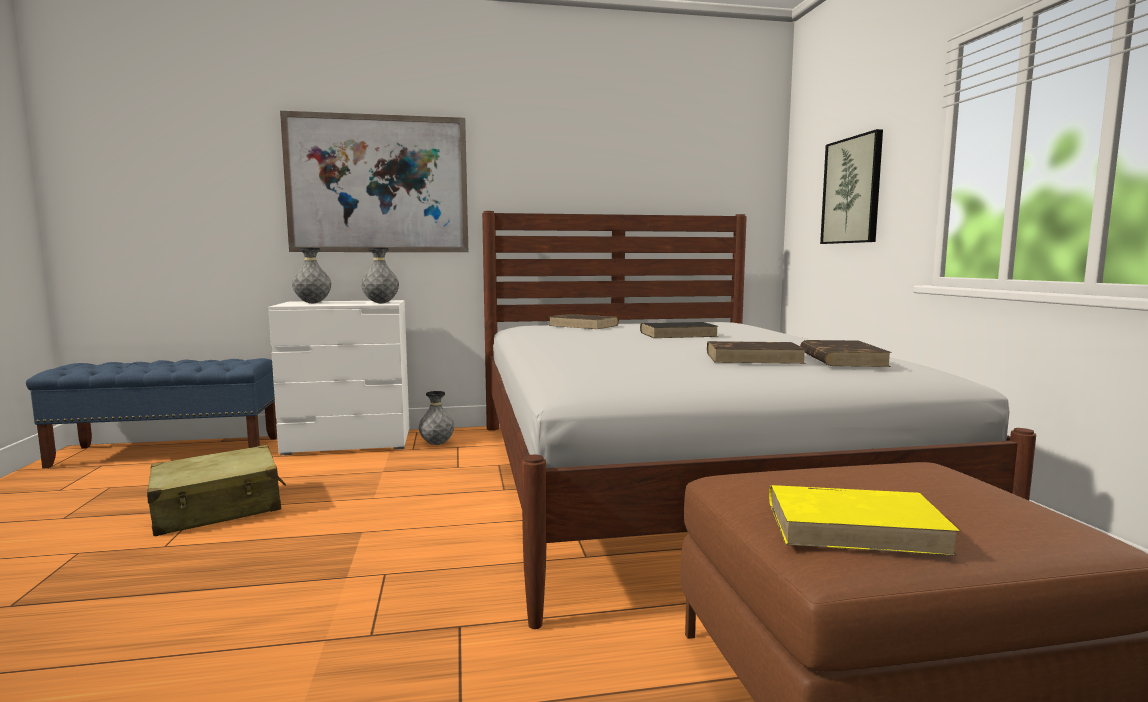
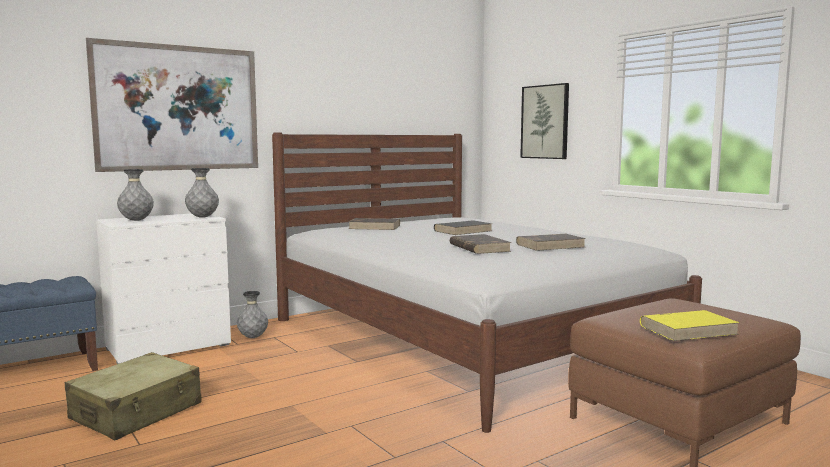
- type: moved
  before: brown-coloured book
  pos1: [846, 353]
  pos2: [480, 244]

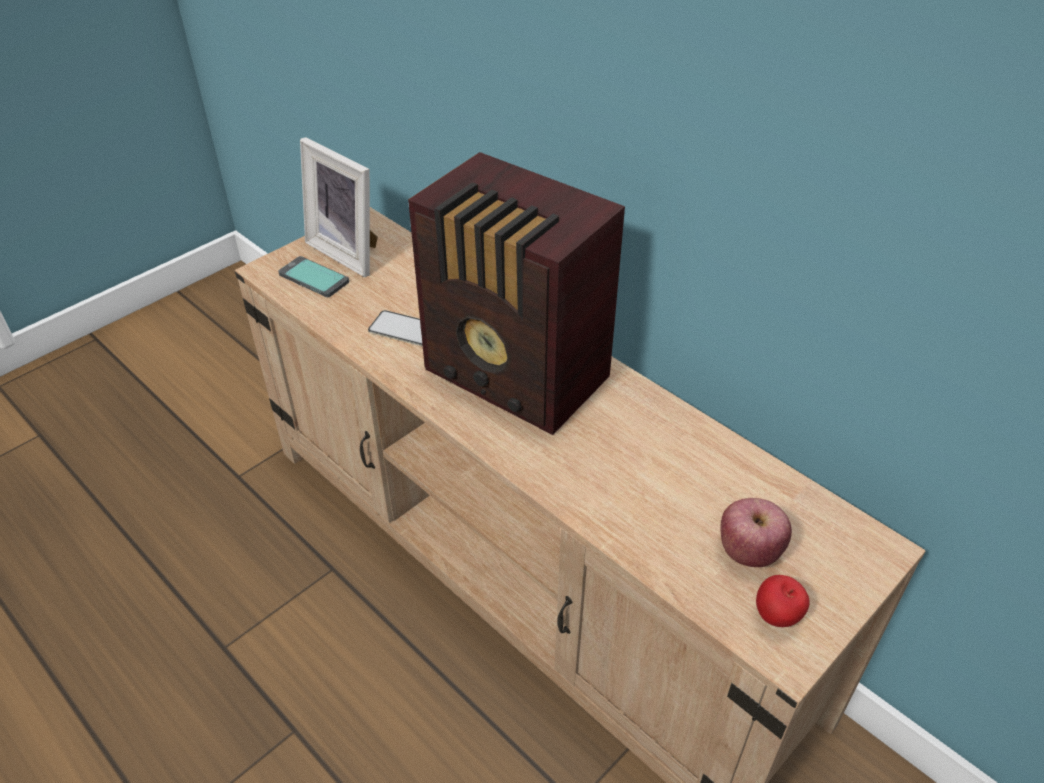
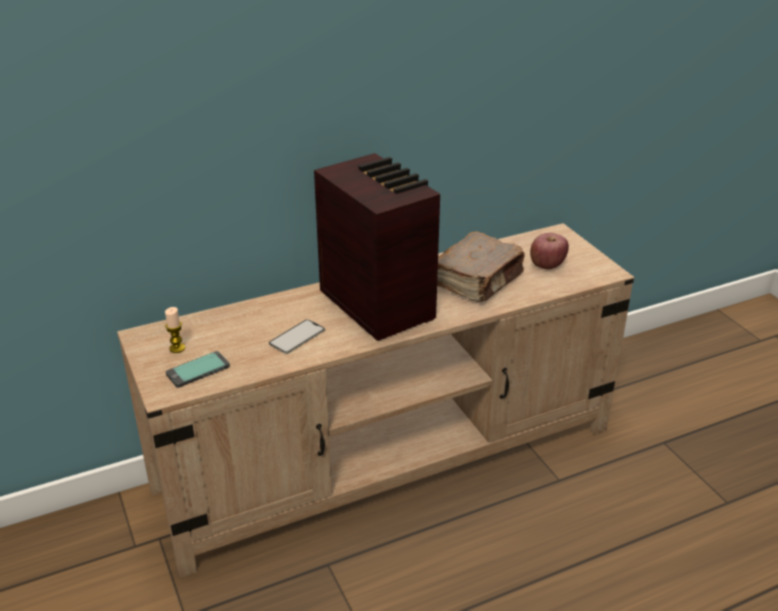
- type: removed
  before: apple
  pos1: [782, 601]
- type: added
  after: brown-coloured book
  pos2: [480, 266]
- type: replaced
  before: standing frame
  after: candle
  pos1: [339, 207]
  pos2: [175, 330]
- type: turned
  before: radio
  pos1: [516, 293]
  pos2: [377, 247]
  turn: -90

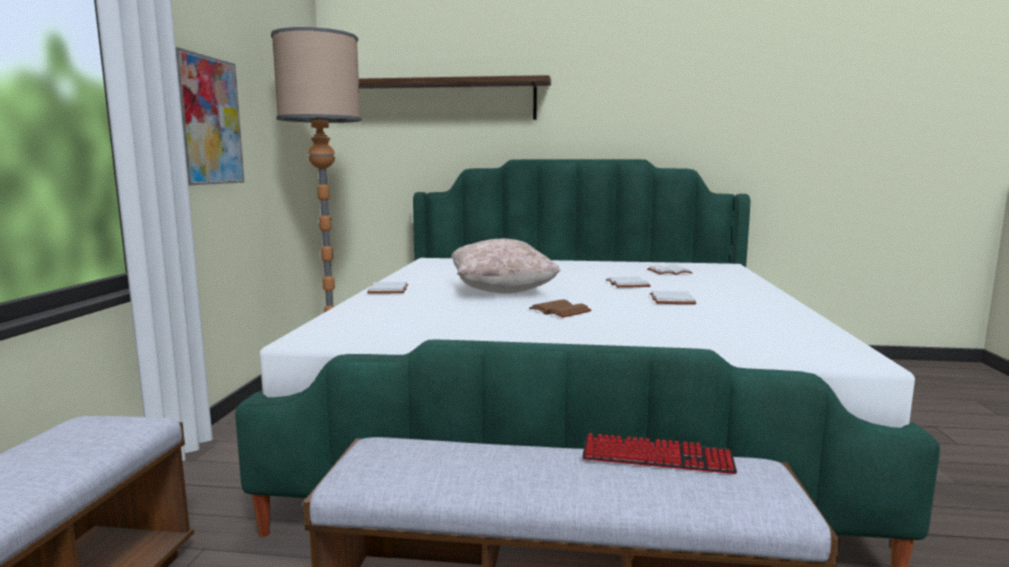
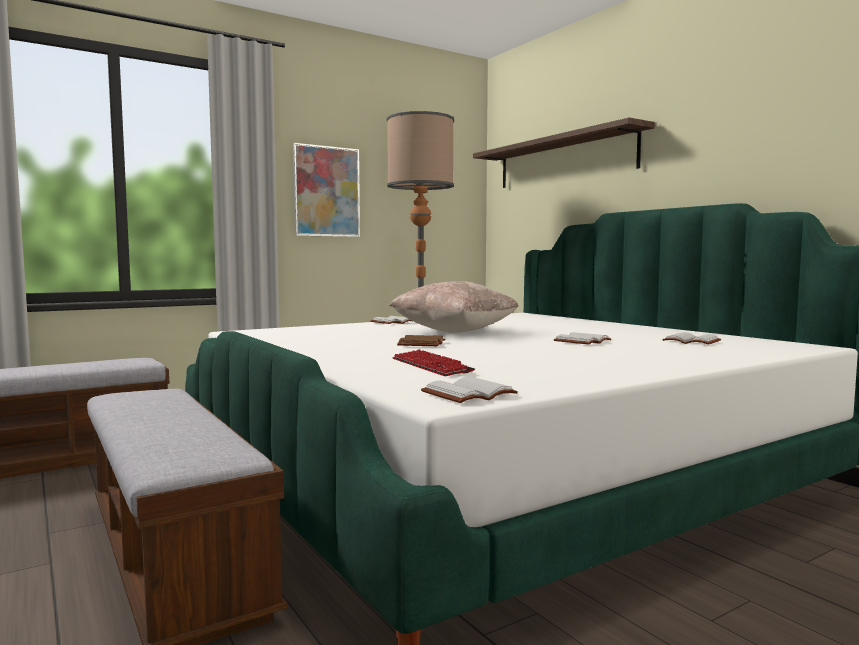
- type: moved
  before: keyboard
  pos1: [659, 453]
  pos2: [434, 362]
- type: moved
  before: white book
  pos1: [673, 297]
  pos2: [469, 390]

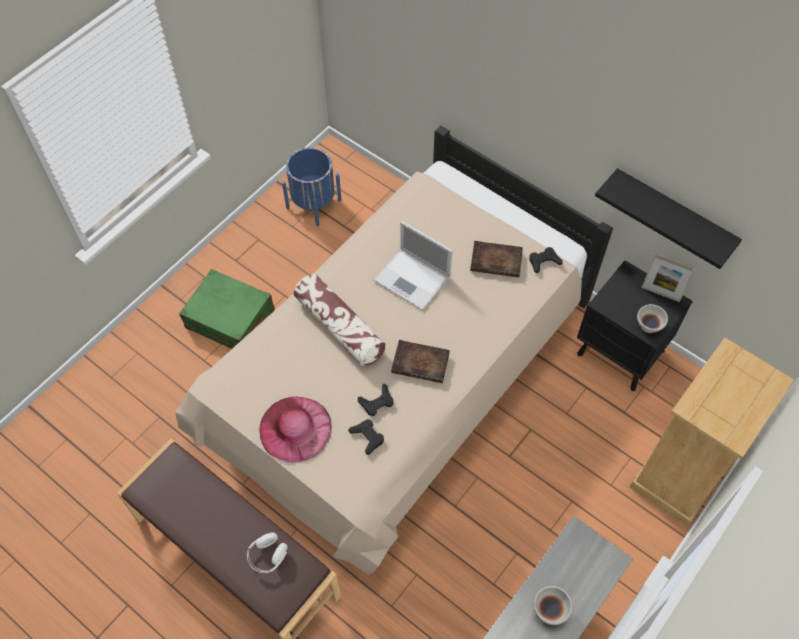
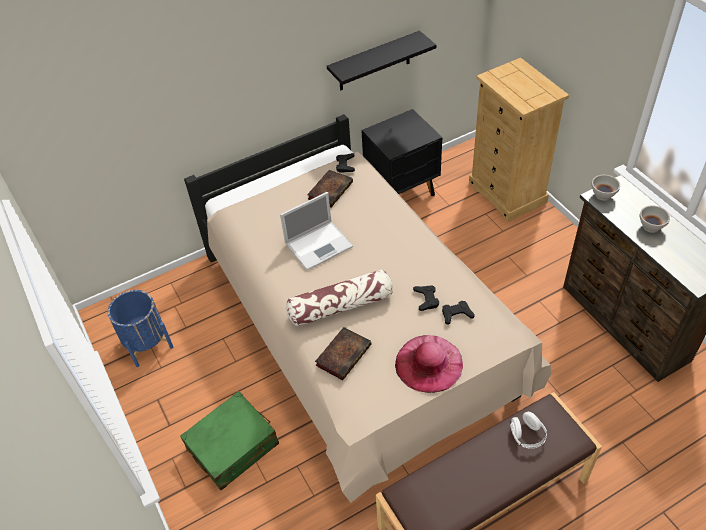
- type: removed
  before: standing frame
  pos1: [668, 278]
- type: moved
  before: book
  pos1: [420, 361]
  pos2: [343, 353]
- type: moved
  before: white deep dish
  pos1: [652, 318]
  pos2: [605, 188]

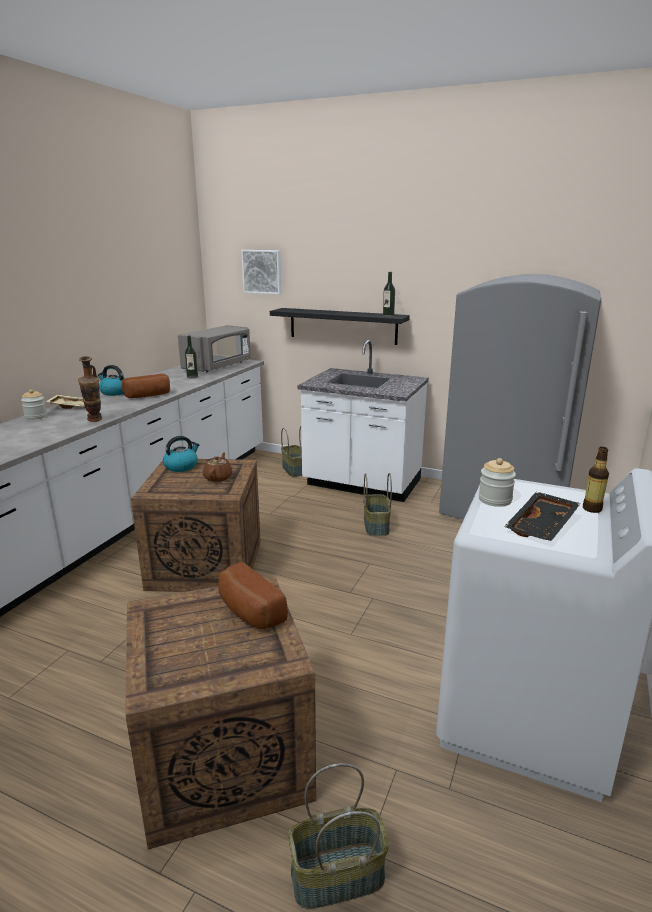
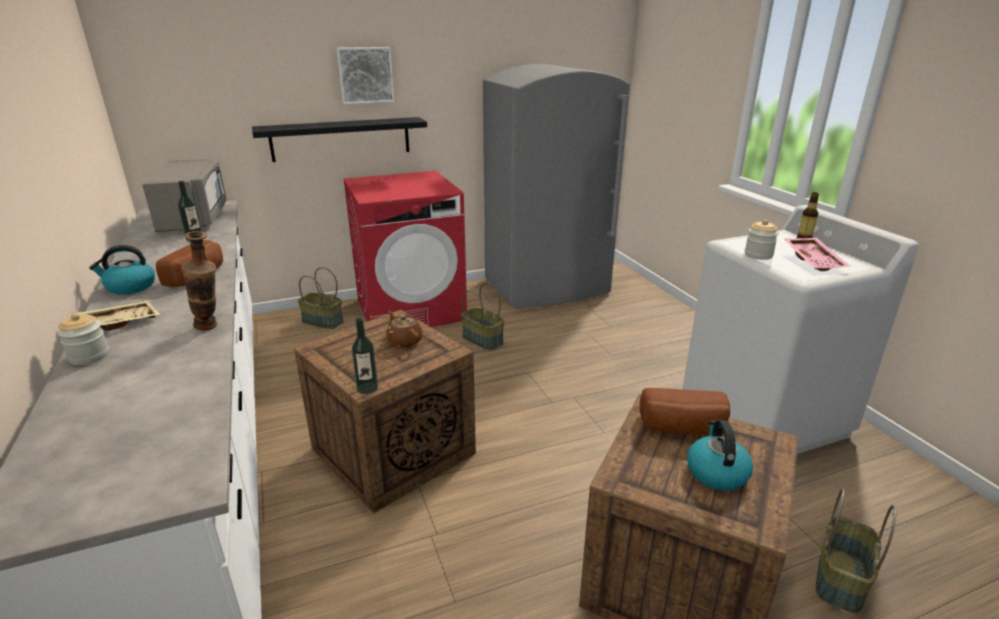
- type: moved
  before: tea kettle
  pos1: [181, 454]
  pos2: [720, 455]
- type: moved
  before: wall picture
  pos1: [261, 272]
  pos2: [365, 75]
- type: moved
  before: bottle
  pos1: [389, 294]
  pos2: [365, 356]
- type: replaced
  before: white kitchen counter
  after: red-coloured laundry machine
  pos1: [363, 421]
  pos2: [405, 249]
- type: recoloured
  before: black tray
  after: pink tray
  pos1: [542, 516]
  pos2: [817, 254]

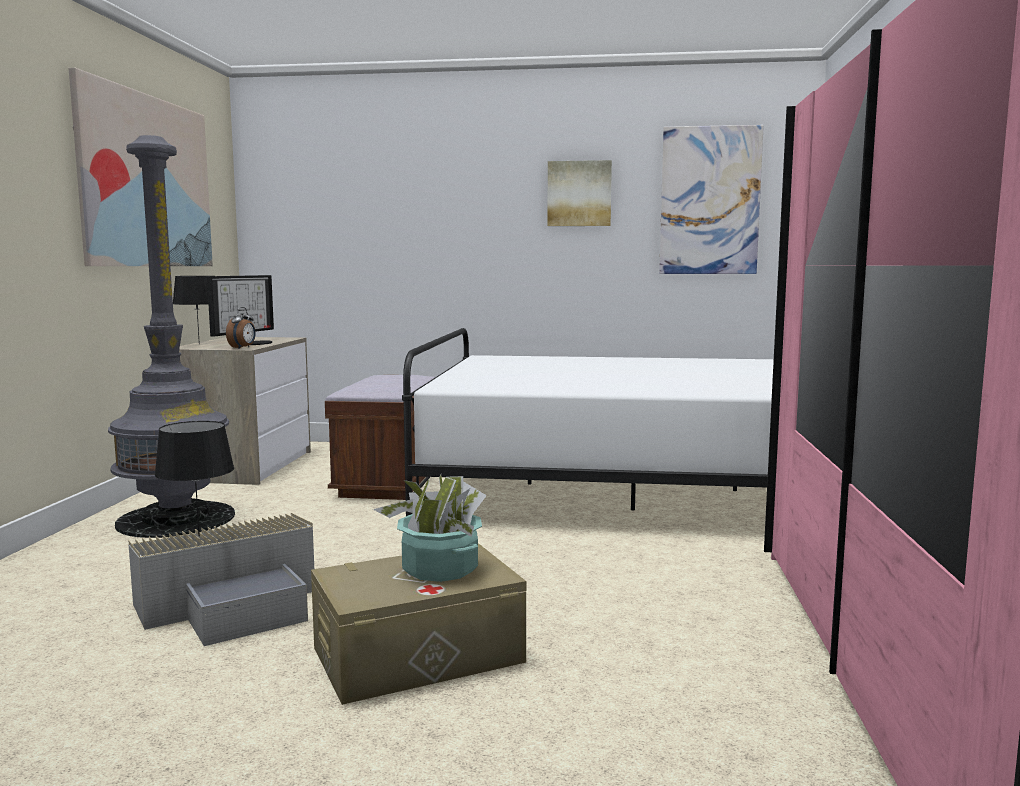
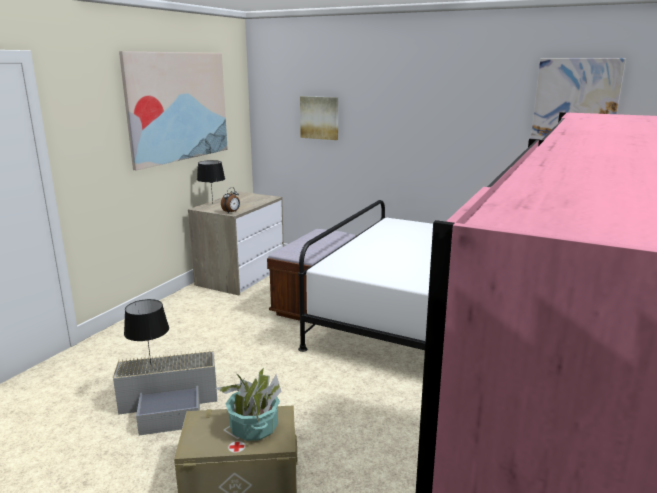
- type: removed
  before: greyish standard lamp
  pos1: [171, 336]
- type: removed
  before: monitor
  pos1: [240, 310]
- type: moved
  before: wall picture
  pos1: [579, 193]
  pos2: [319, 118]

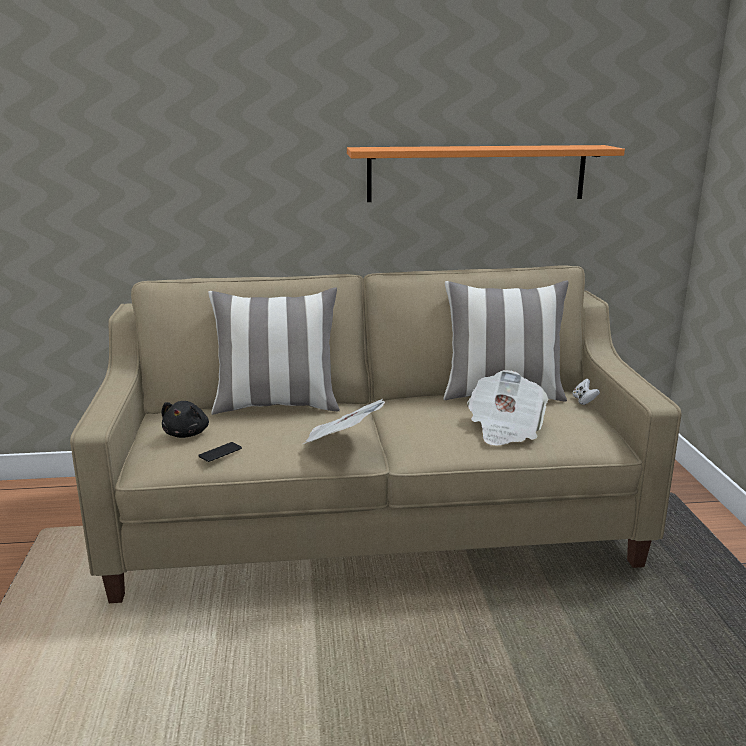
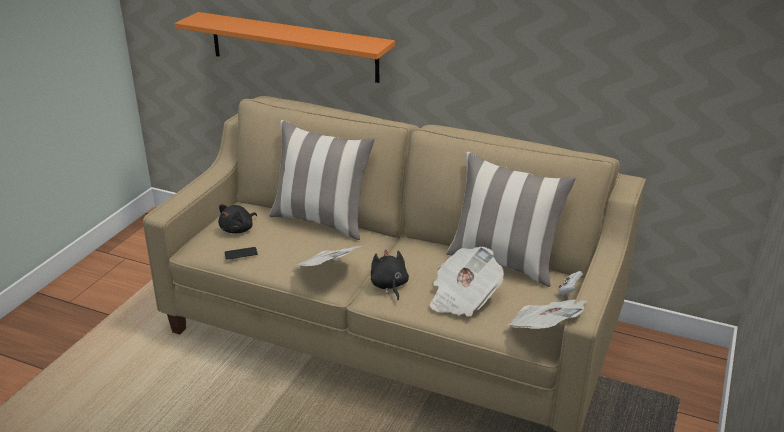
- type: added
  after: black plush toy
  pos2: [390, 275]
- type: added
  after: daily paper
  pos2: [546, 314]
- type: moved
  before: orangey wall shelf
  pos1: [486, 173]
  pos2: [285, 47]

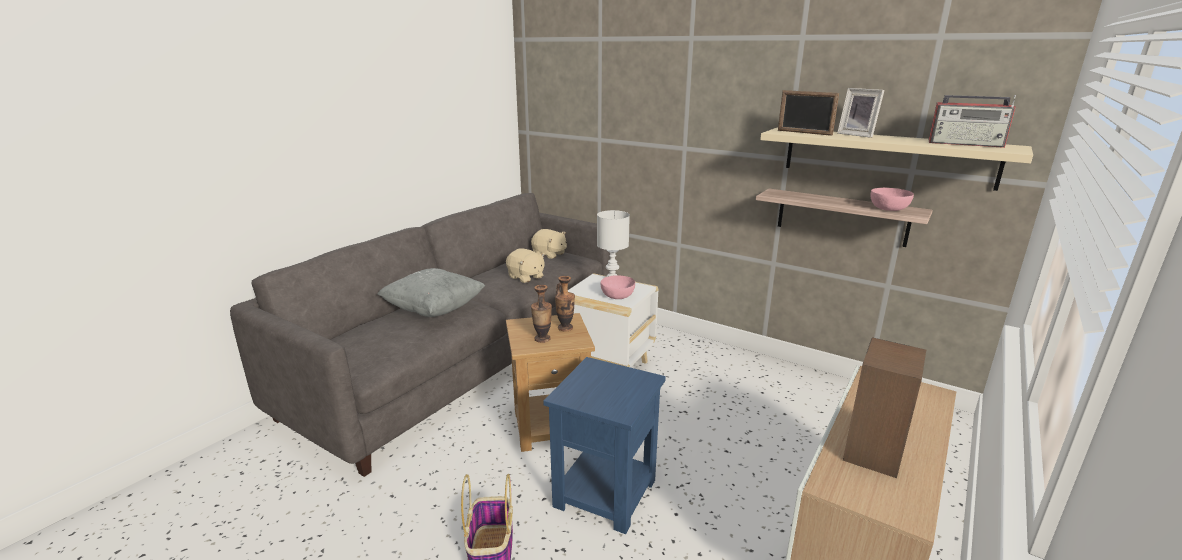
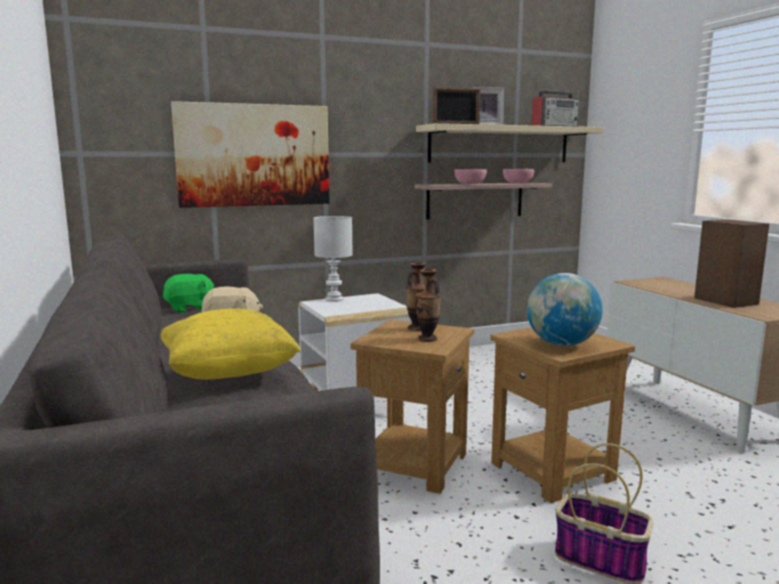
- type: added
  after: wall picture
  pos2: [250, 154]
- type: added
  after: world globe
  pos2: [565, 309]
- type: moved
  before: pink deep dish
  pos1: [618, 287]
  pos2: [471, 176]
- type: recoloured
  before: greyish cushion
  after: yellow-coloured cushion
  pos1: [431, 292]
  pos2: [230, 344]
- type: recoloured
  before: sand-coloured plush toy
  after: green-coloured plush toy
  pos1: [549, 244]
  pos2: [188, 293]
- type: recoloured
  before: bluish accent table
  after: brown-coloured accent table
  pos1: [604, 445]
  pos2: [562, 415]

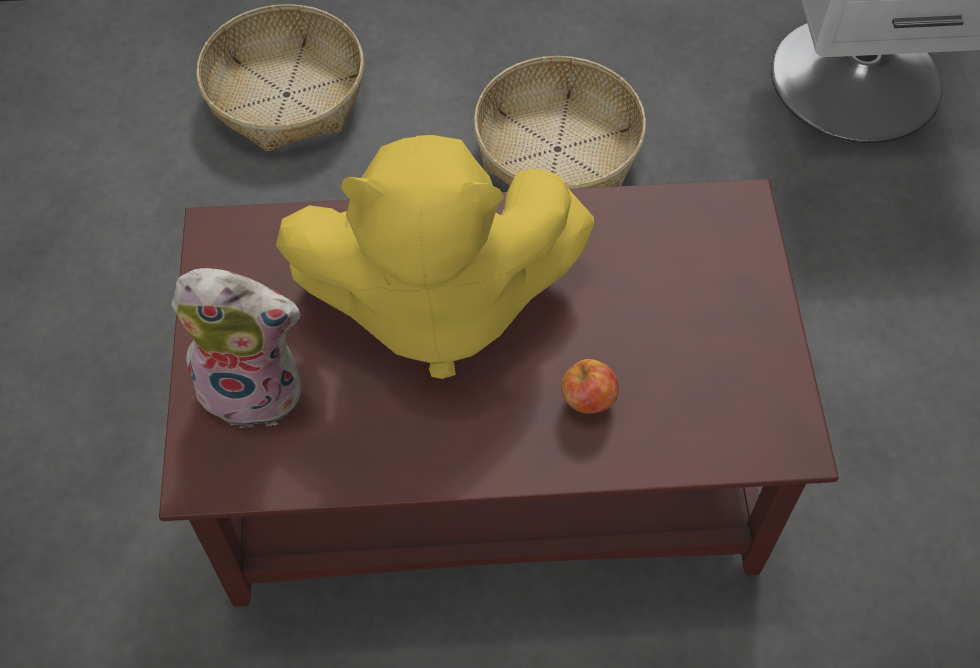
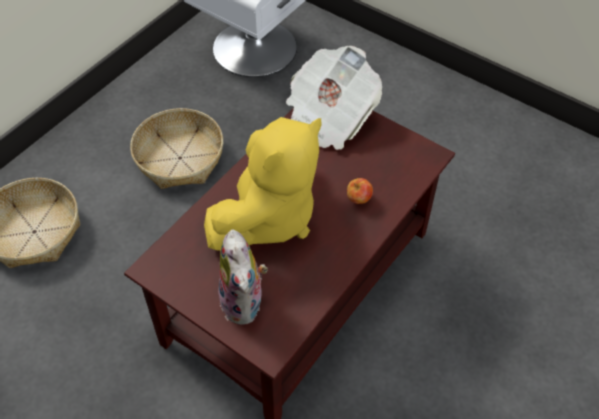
- type: added
  after: daily paper
  pos2: [334, 98]
- type: turned
  before: plush toy
  pos1: [236, 348]
  pos2: [243, 277]
  turn: 120

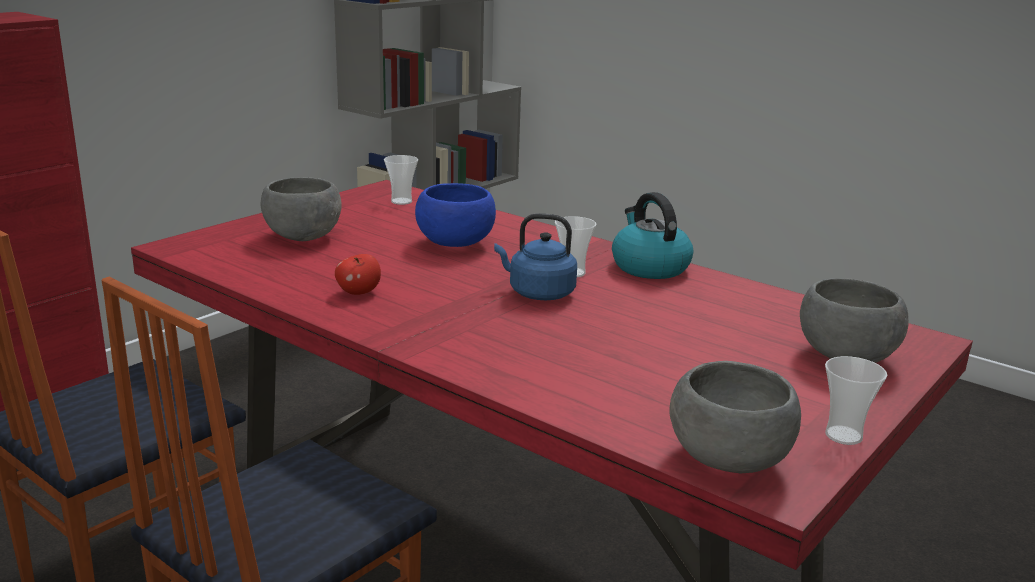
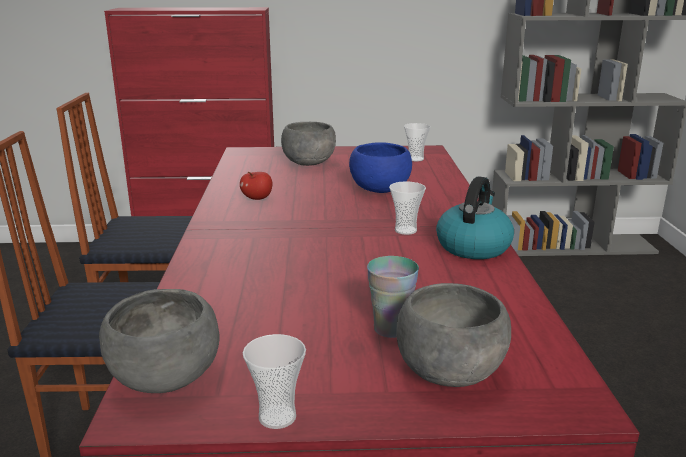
- type: removed
  before: bluish tea kettle
  pos1: [535, 256]
- type: added
  after: cup
  pos2: [393, 297]

